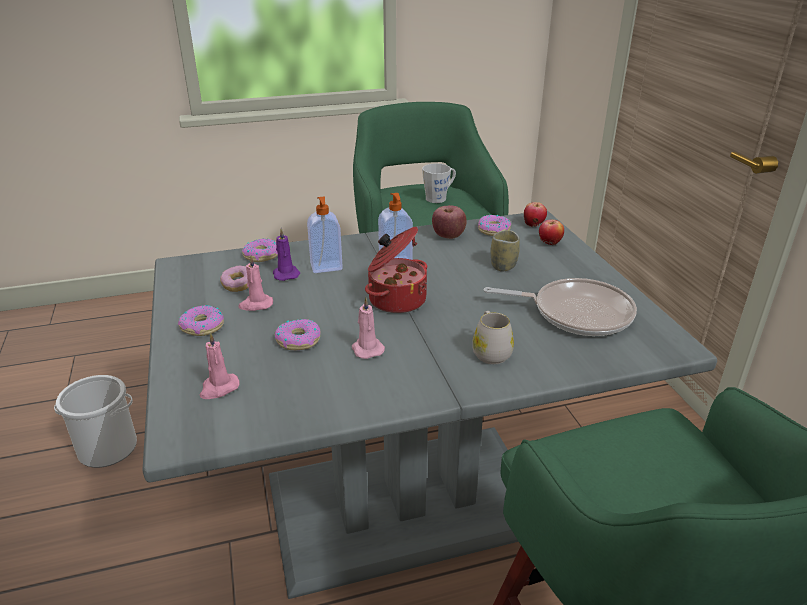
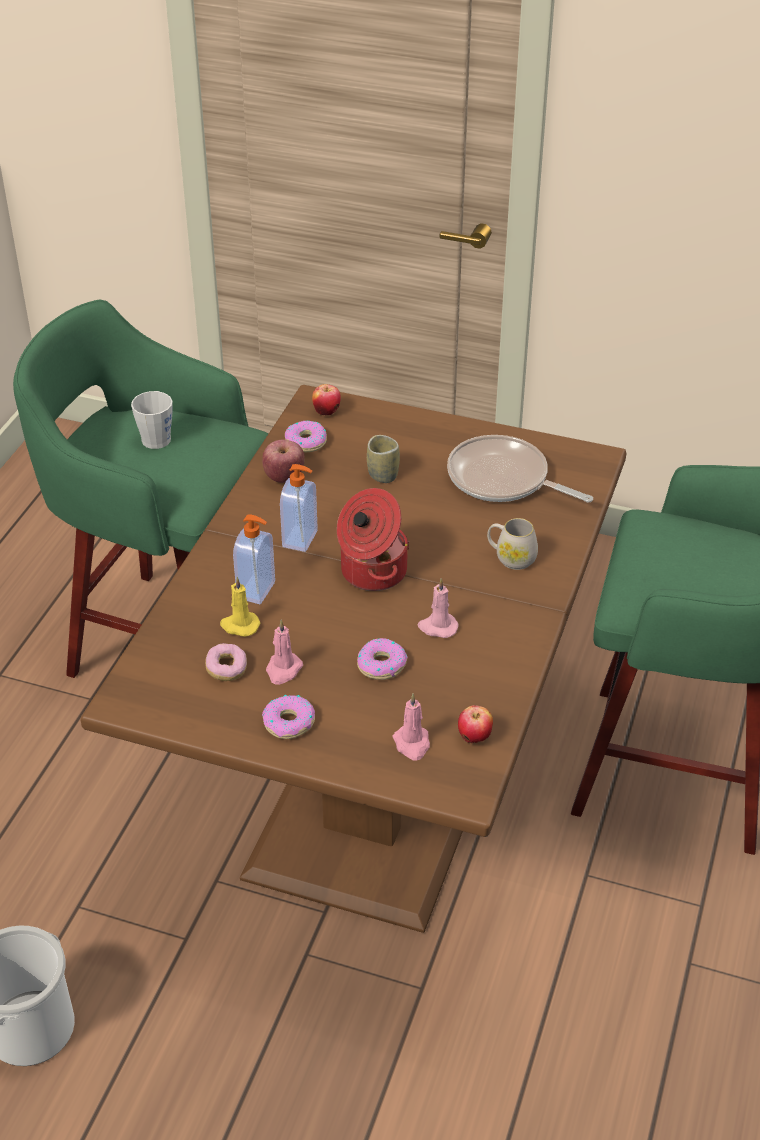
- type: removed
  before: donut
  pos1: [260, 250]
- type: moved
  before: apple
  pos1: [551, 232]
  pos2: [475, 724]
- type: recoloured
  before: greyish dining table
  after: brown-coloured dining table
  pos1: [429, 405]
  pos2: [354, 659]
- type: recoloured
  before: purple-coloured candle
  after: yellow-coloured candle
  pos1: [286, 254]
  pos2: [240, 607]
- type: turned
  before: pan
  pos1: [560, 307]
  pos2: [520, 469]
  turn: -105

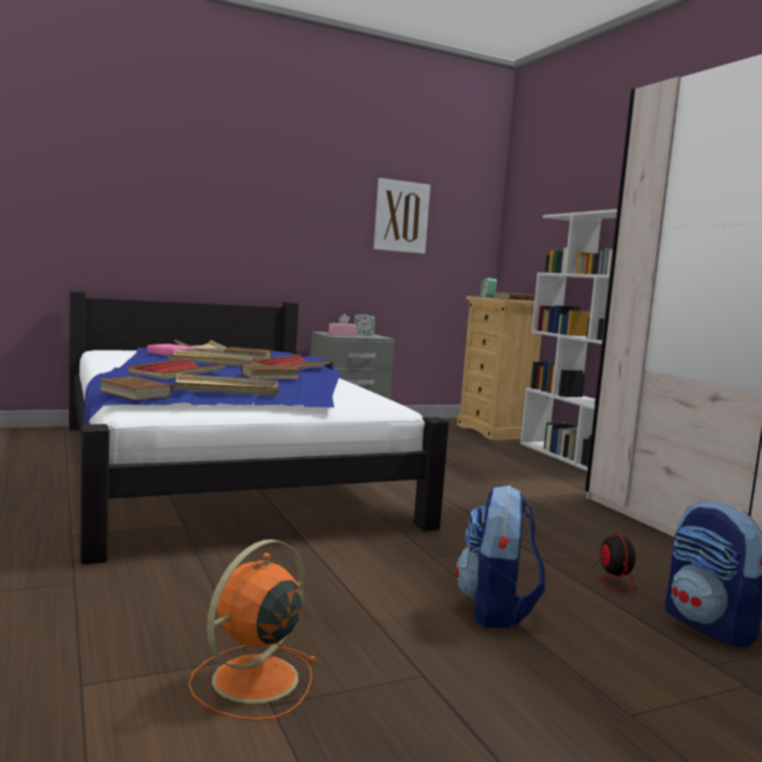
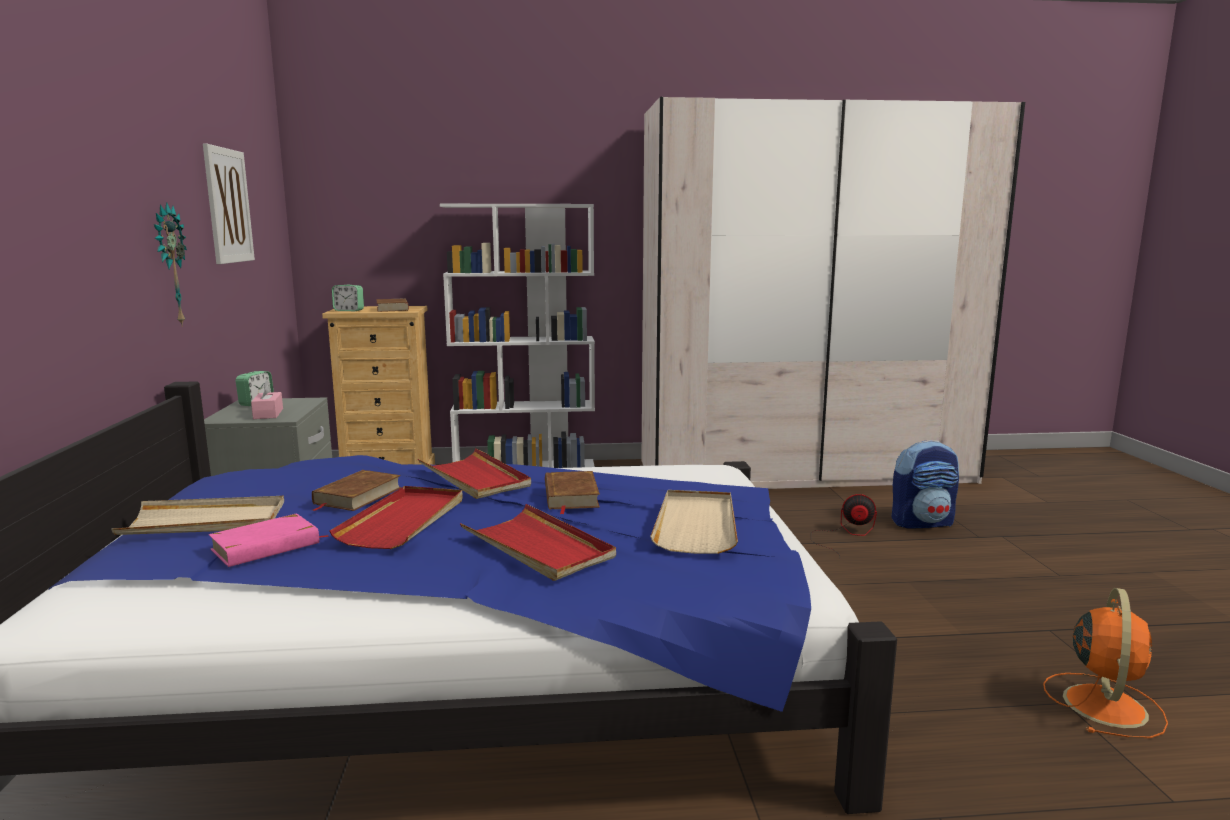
- type: removed
  before: brown-coloured book
  pos1: [135, 388]
- type: removed
  before: rucksack
  pos1: [500, 556]
- type: added
  after: wall clock
  pos2: [170, 264]
- type: recoloured
  before: sand-coloured tray
  after: red-coloured tray
  pos1: [209, 358]
  pos2: [396, 517]
- type: turned
  before: orangey fan
  pos1: [252, 630]
  pos2: [1105, 663]
  turn: -120

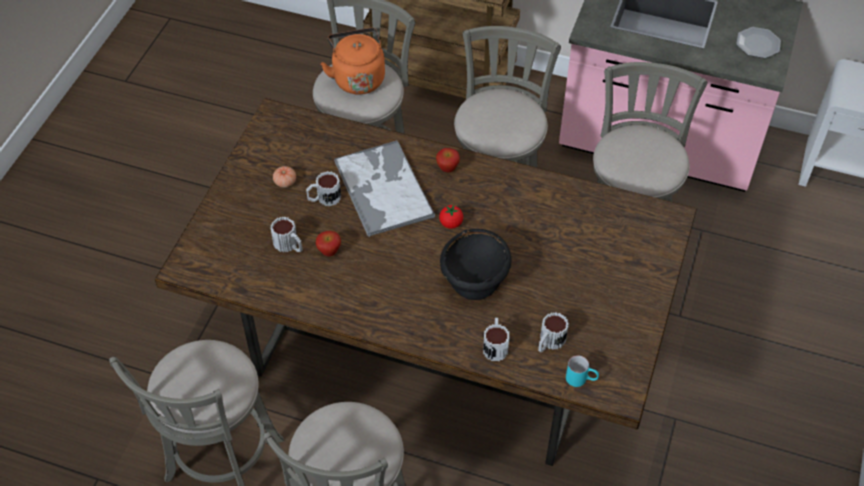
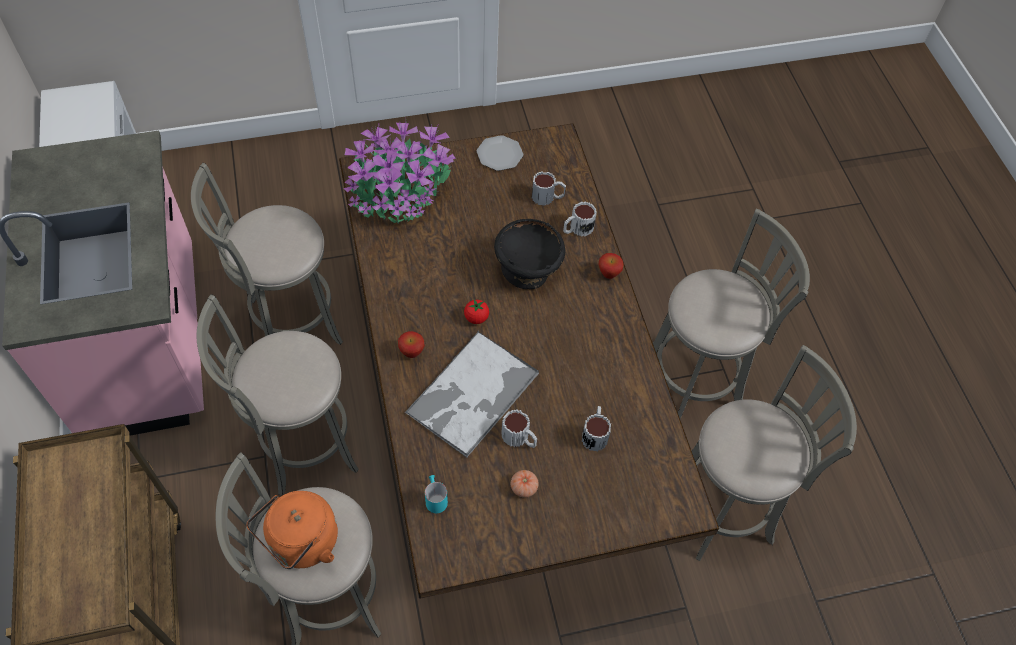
- type: added
  after: houseplant
  pos2: [400, 171]
- type: moved
  before: apple
  pos1: [328, 243]
  pos2: [611, 266]
- type: moved
  before: blue-green mug
  pos1: [582, 371]
  pos2: [436, 494]
- type: moved
  before: flat dish
  pos1: [758, 42]
  pos2: [499, 153]

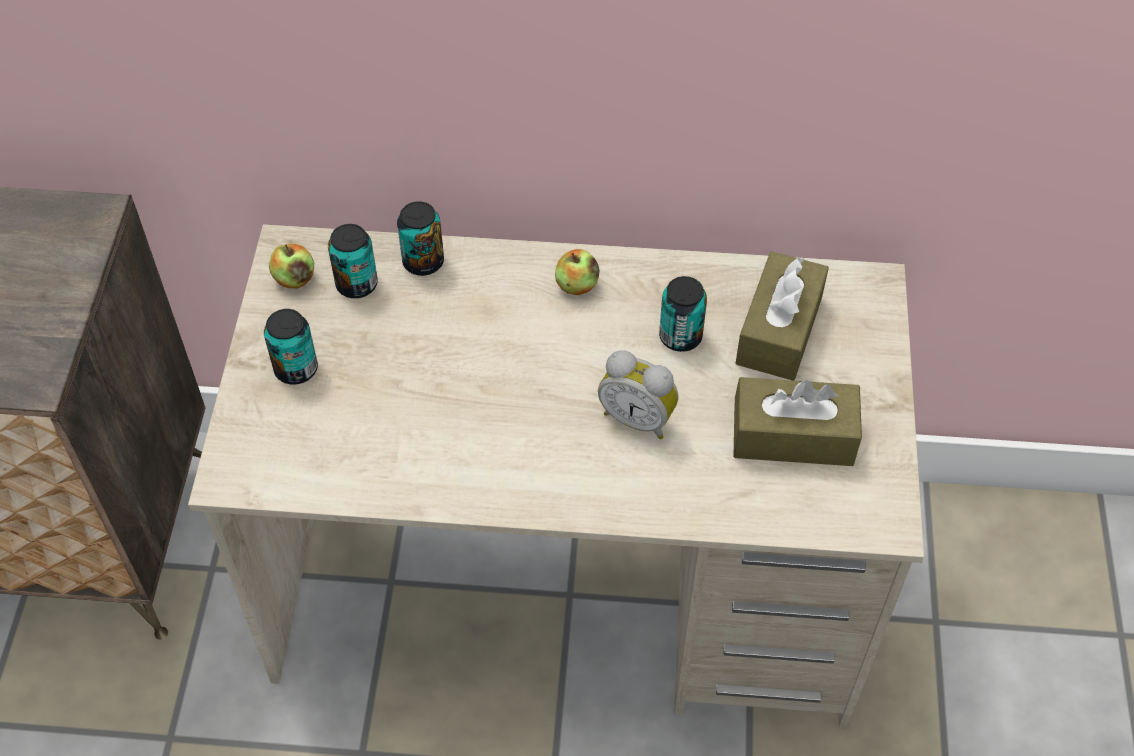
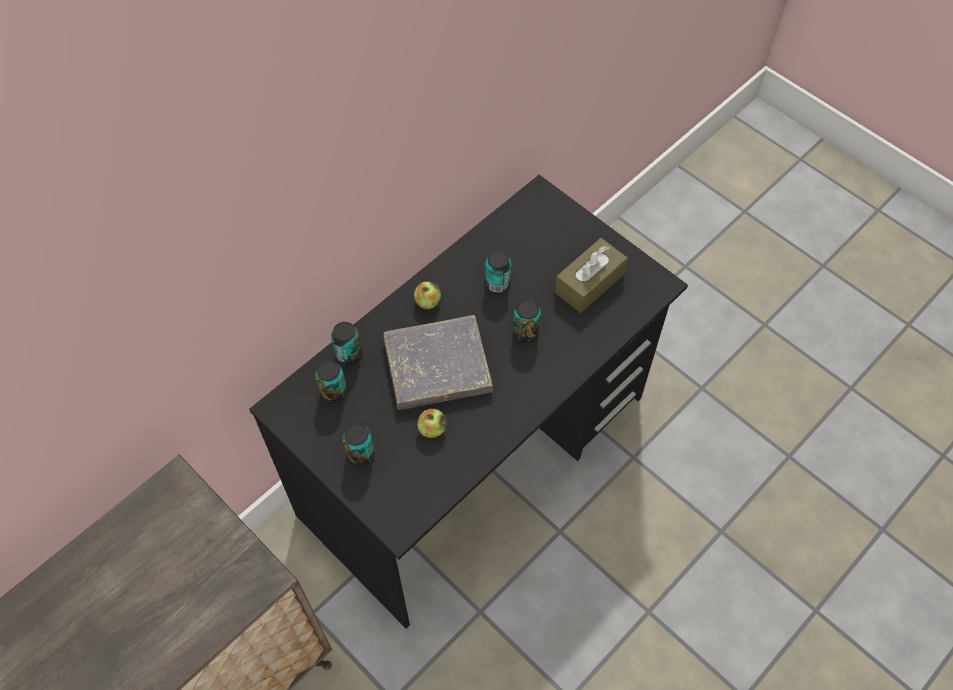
- type: removed
  before: brown-coloured box of tissues
  pos1: [782, 316]
- type: added
  after: greyish book
  pos2: [438, 362]
- type: moved
  before: apple
  pos1: [291, 265]
  pos2: [432, 423]
- type: replaced
  before: bedside clock
  after: can
  pos1: [638, 394]
  pos2: [527, 321]
- type: recoloured
  before: sand-coloured desk table
  after: black desk table
  pos1: [556, 476]
  pos2: [468, 402]

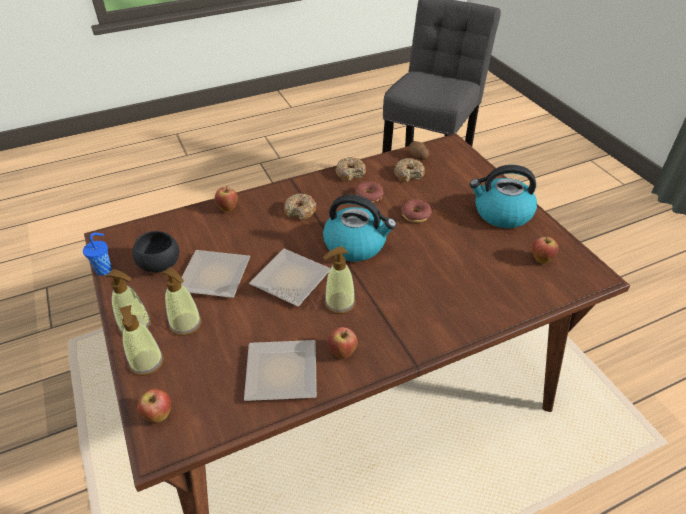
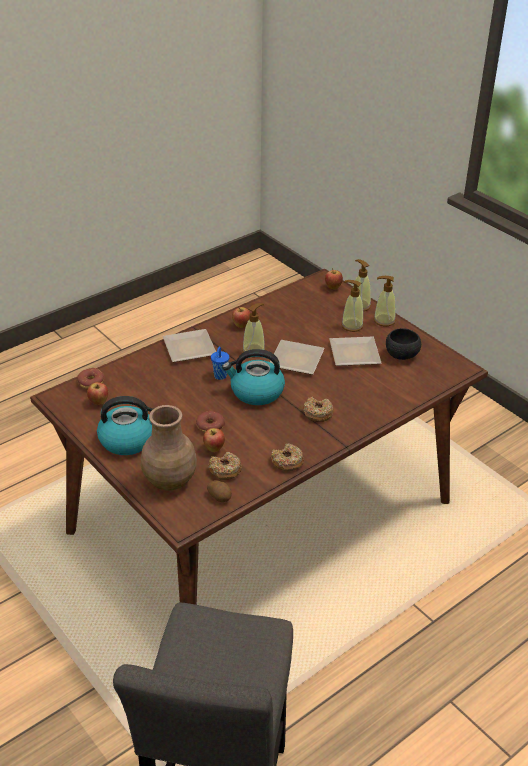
- type: added
  after: brown-coloured flower vase
  pos2: [169, 448]
- type: moved
  before: bluish cup
  pos1: [97, 254]
  pos2: [220, 363]
- type: moved
  before: apple
  pos1: [226, 199]
  pos2: [214, 440]
- type: moved
  before: flat dish
  pos1: [280, 370]
  pos2: [189, 345]
- type: moved
  before: donut
  pos1: [369, 192]
  pos2: [91, 378]

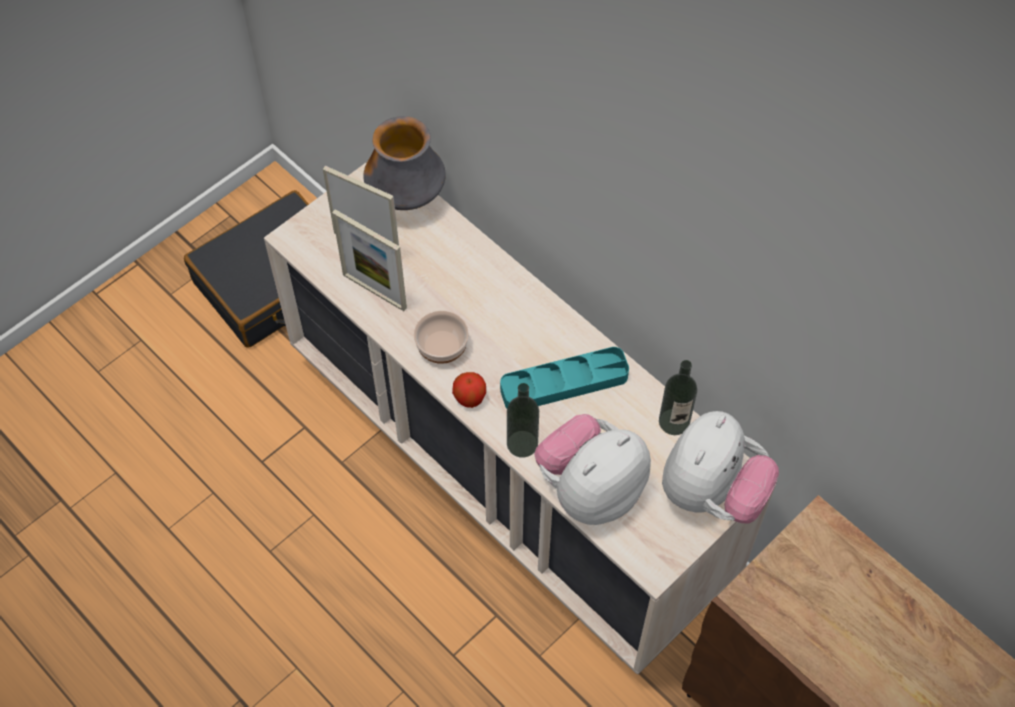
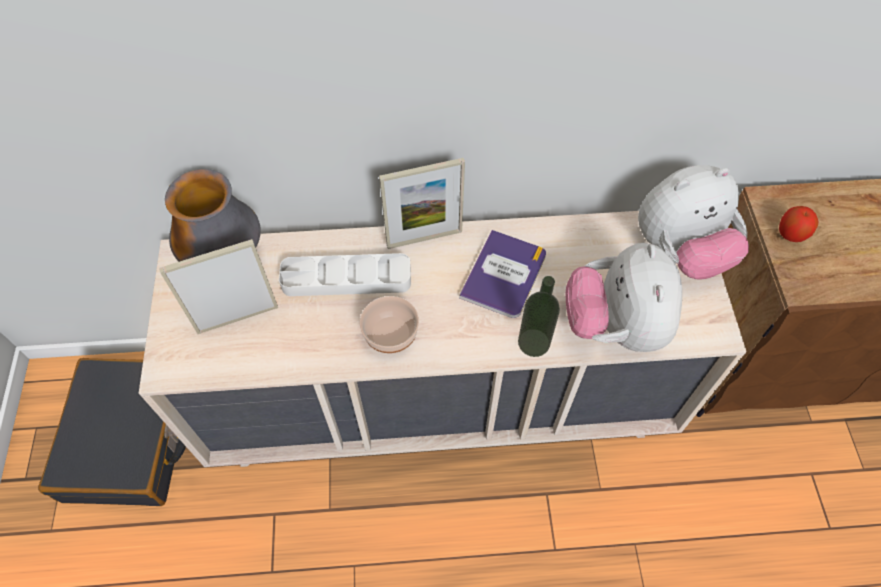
- type: removed
  before: bottle
  pos1: [678, 397]
- type: added
  after: white tray
  pos2: [345, 274]
- type: moved
  before: standing frame
  pos1: [369, 260]
  pos2: [422, 203]
- type: moved
  before: apple
  pos1: [469, 390]
  pos2: [798, 224]
- type: replaced
  before: blue-green tray
  after: book
  pos1: [564, 377]
  pos2: [502, 274]
- type: turned
  before: plush toy
  pos1: [720, 467]
  pos2: [693, 222]
  turn: 90

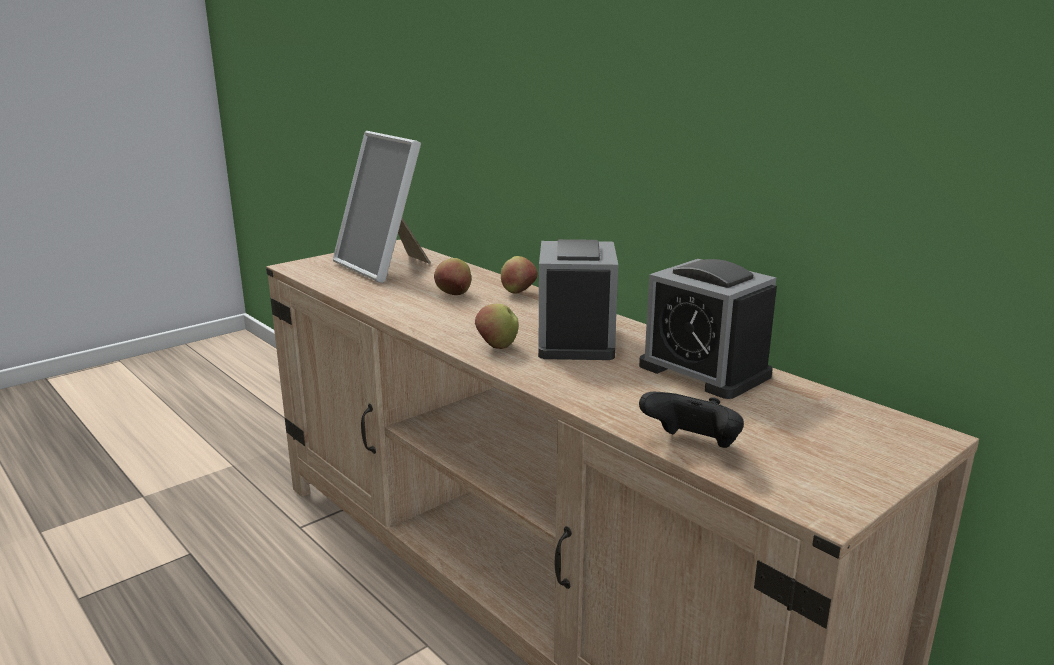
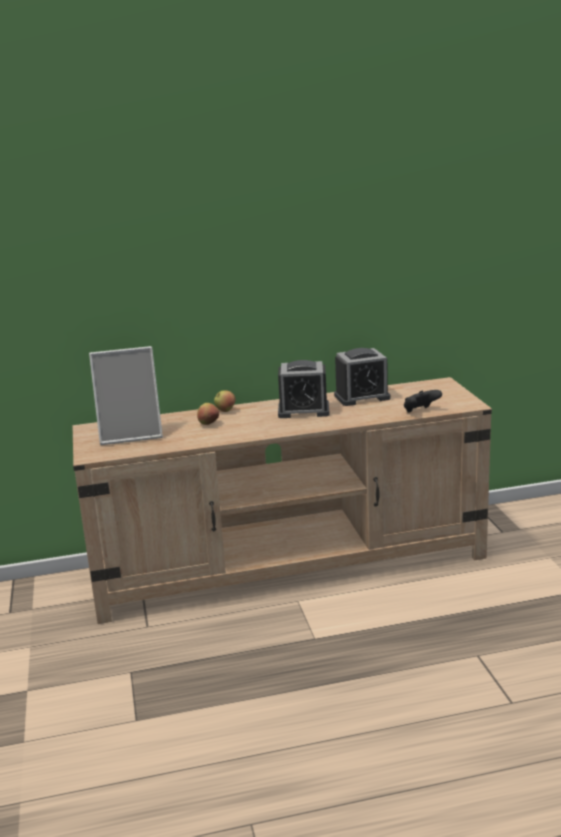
- type: removed
  before: apple
  pos1: [497, 326]
- type: turned
  before: bedside clock
  pos1: [578, 299]
  pos2: [304, 389]
  turn: 150

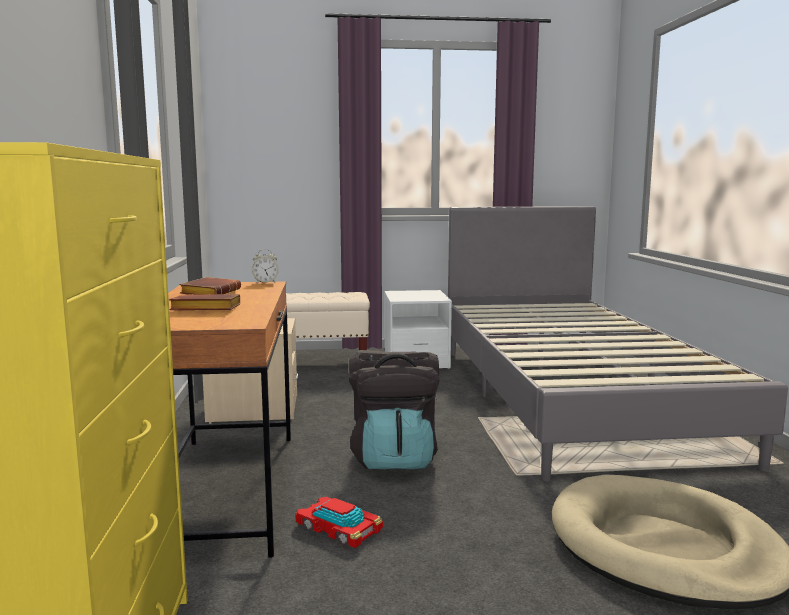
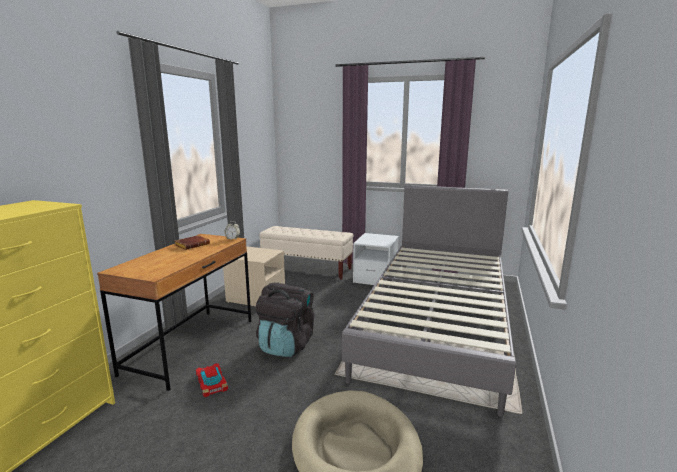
- type: removed
  before: brown-coloured book
  pos1: [204, 302]

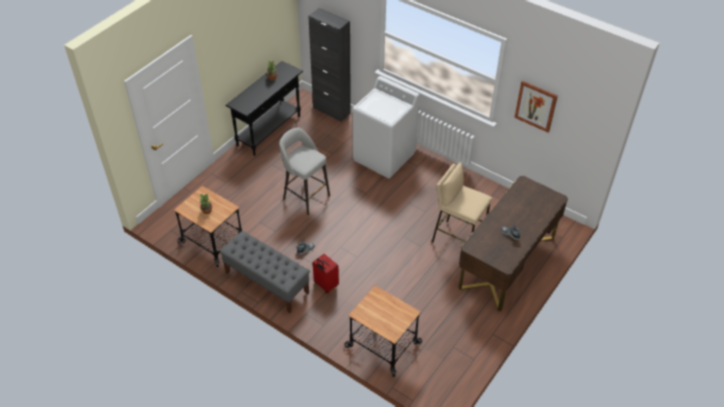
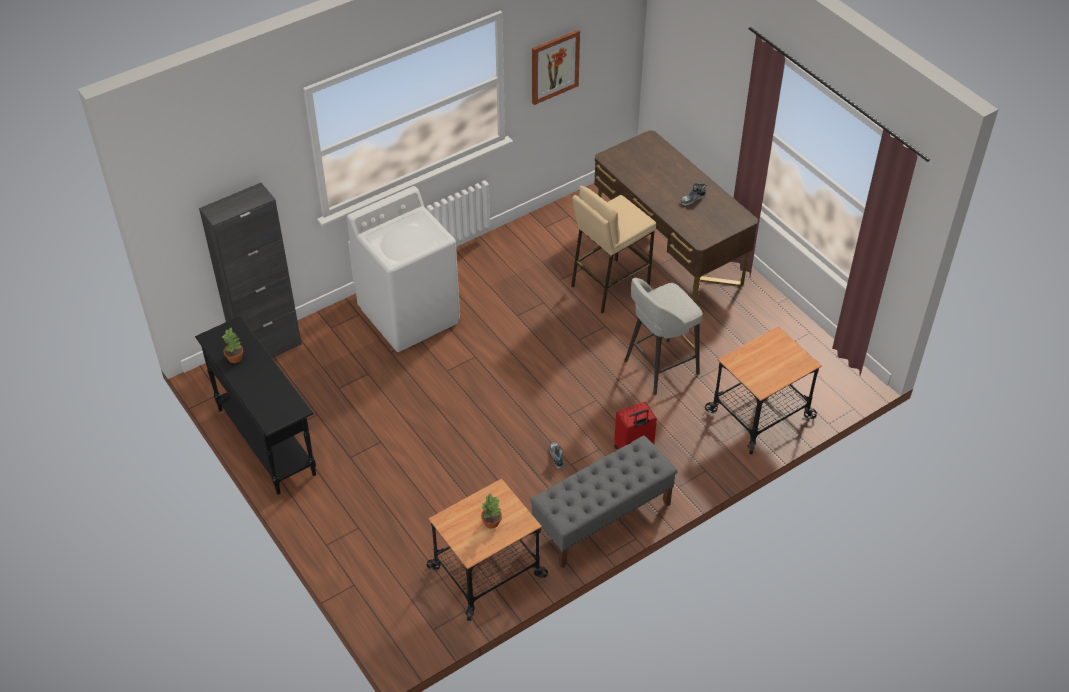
- type: moved
  before: greyish stool
  pos1: [304, 171]
  pos2: [663, 337]

